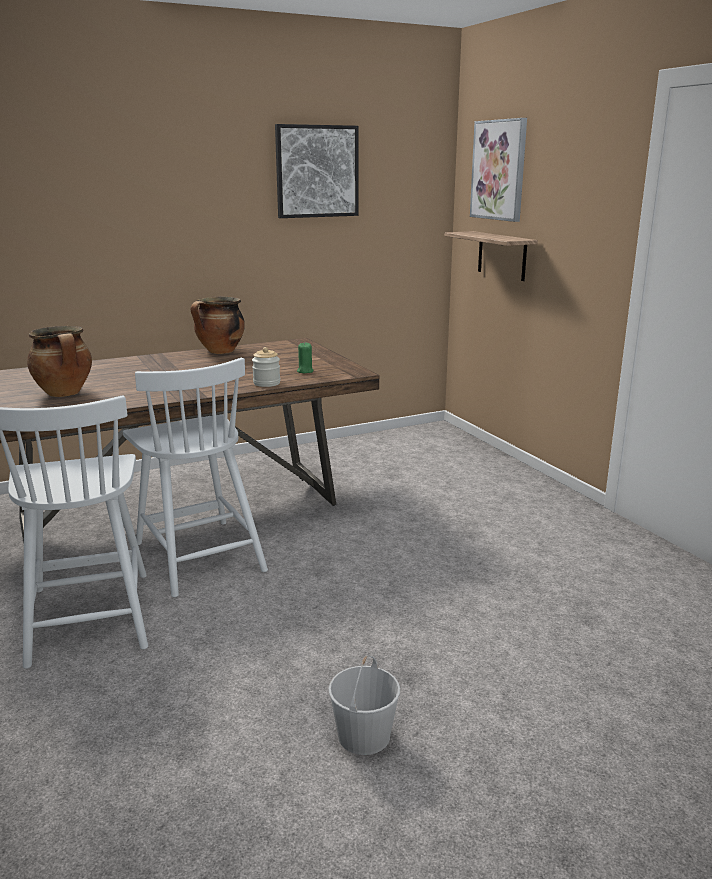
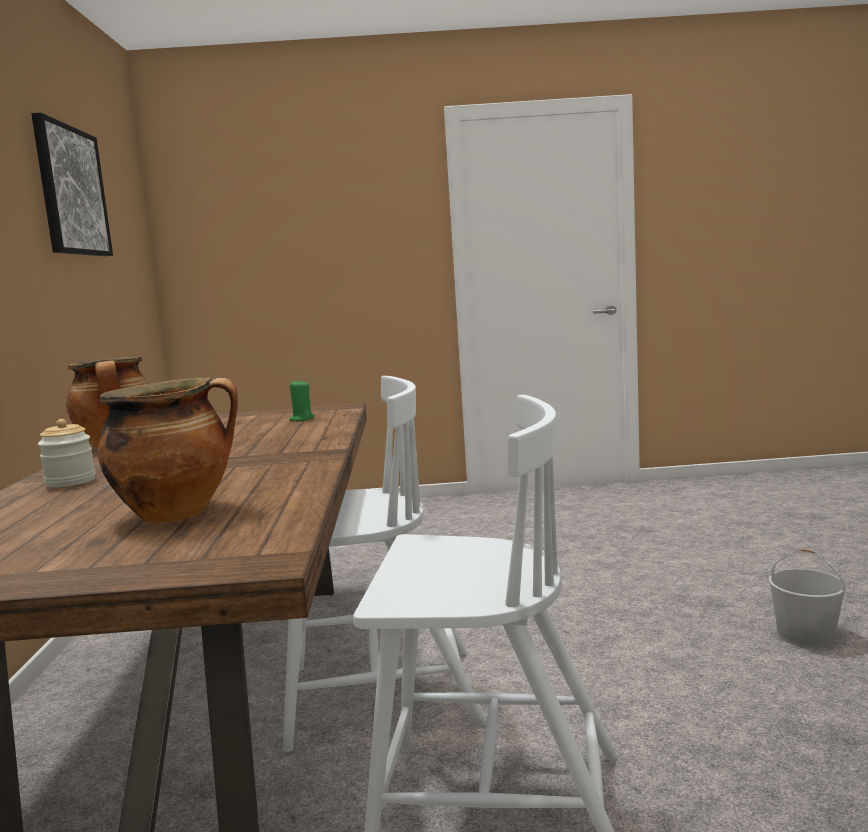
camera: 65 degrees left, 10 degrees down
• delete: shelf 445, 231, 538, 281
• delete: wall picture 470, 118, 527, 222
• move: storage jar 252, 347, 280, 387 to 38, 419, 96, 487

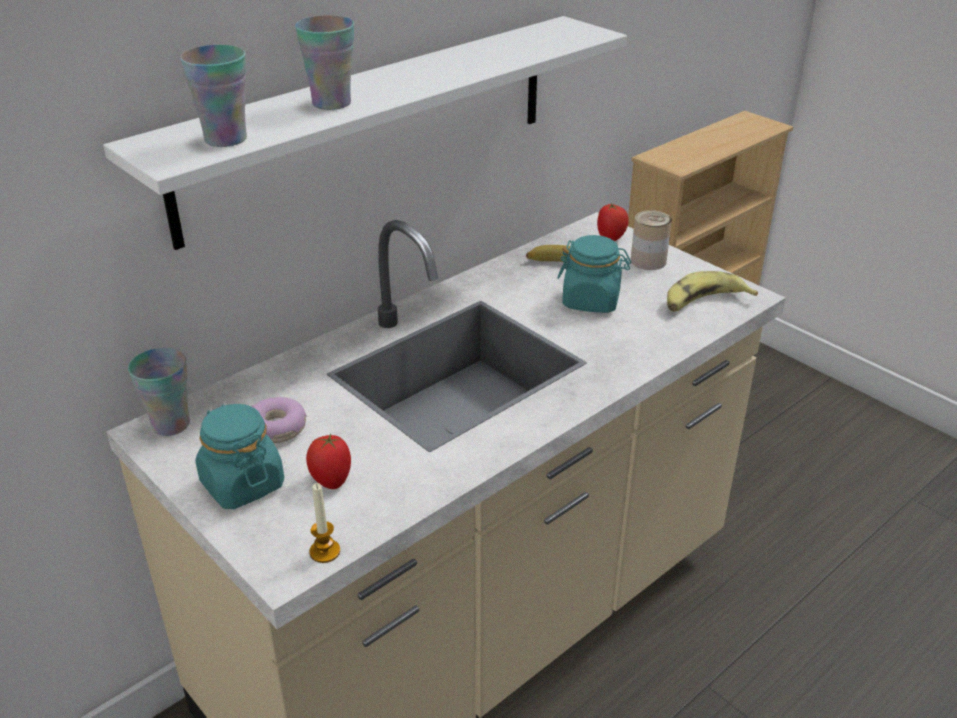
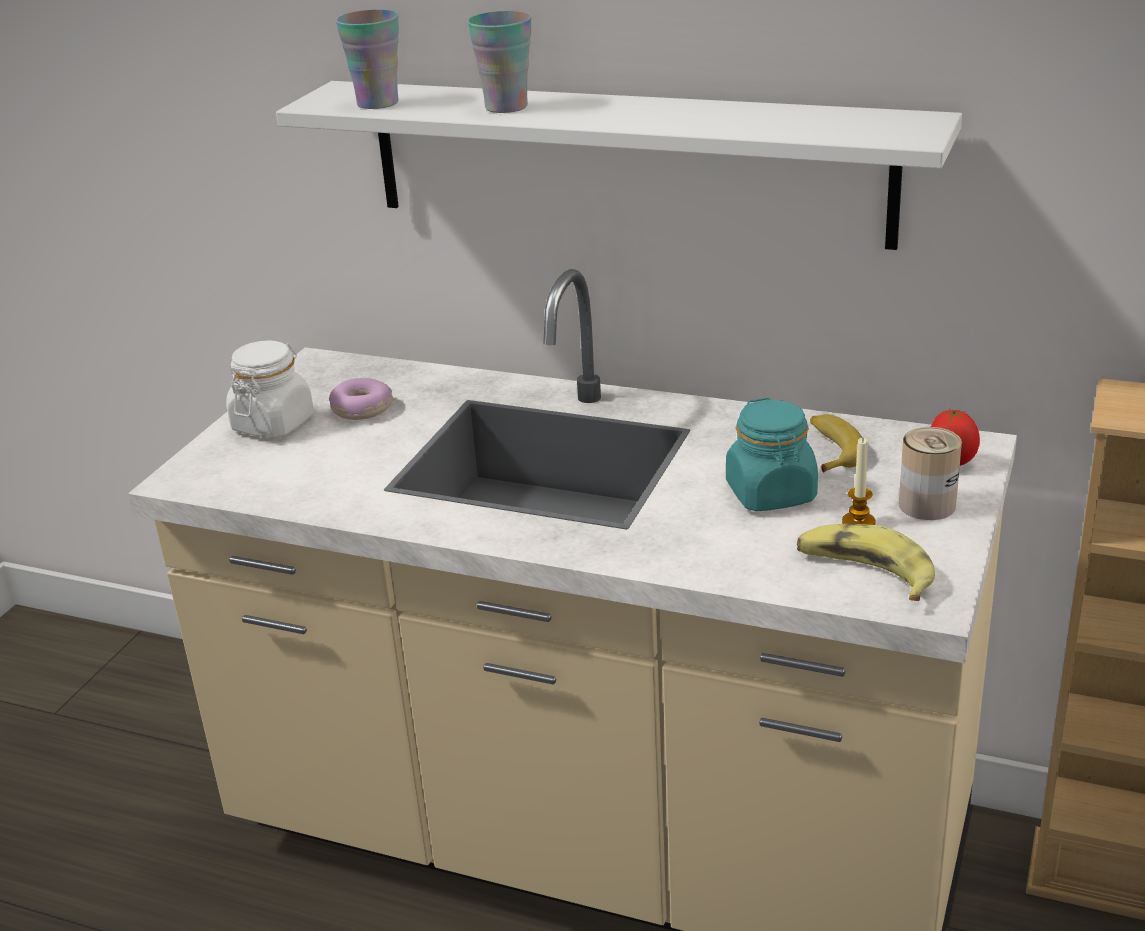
camera: 65 degrees right, 5 degrees down
• delete: cup 128, 348, 190, 436
• delete: whole tomato 306, 433, 351, 489
• move: wax light 309, 483, 340, 563 to 842, 438, 875, 525
• recolor: turquoise-coloured storage jar 196, 404, 284, 509 to white storage jar 226, 340, 314, 438

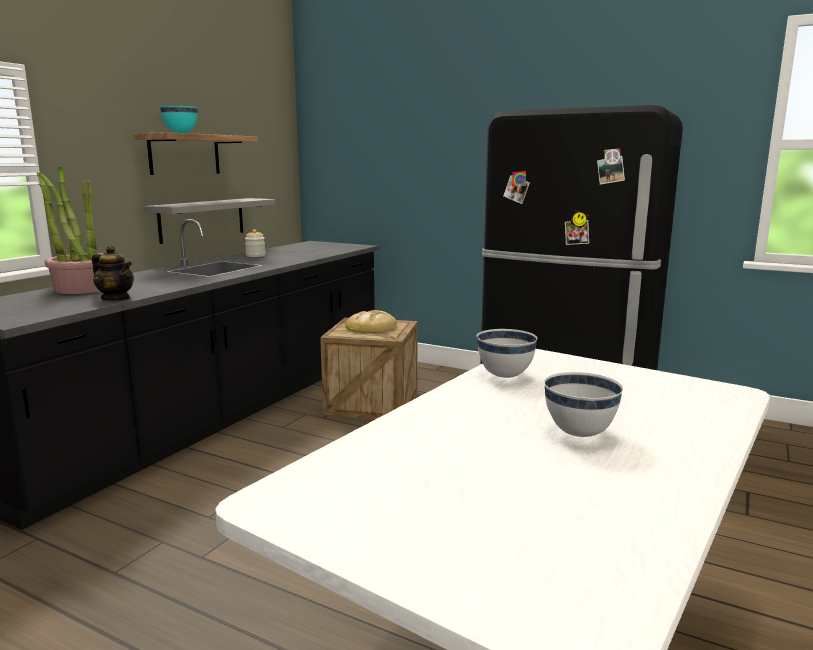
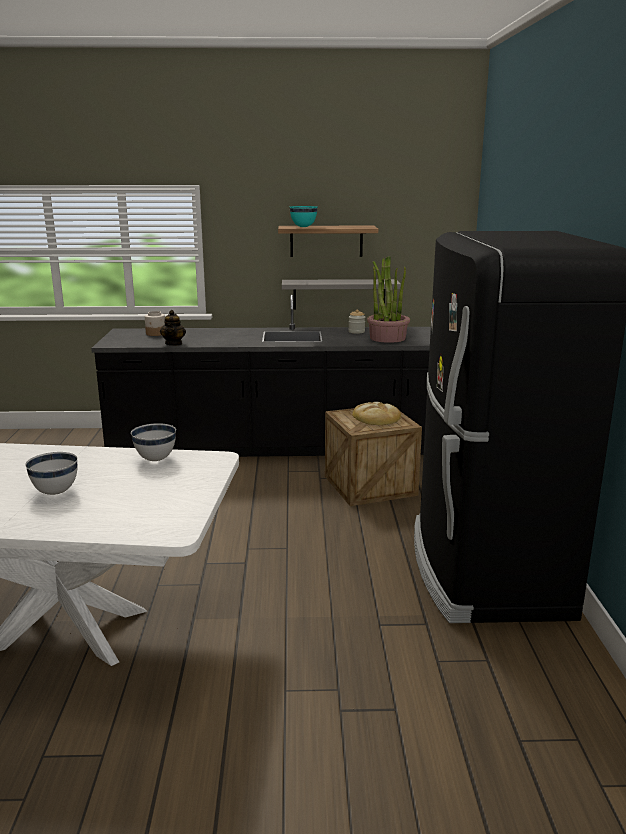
camera: 60 degrees right, 5 degrees up
• insert: storage jar 145, 311, 165, 336
• move: plant in a pot 37, 165, 104, 294 to 367, 256, 410, 343

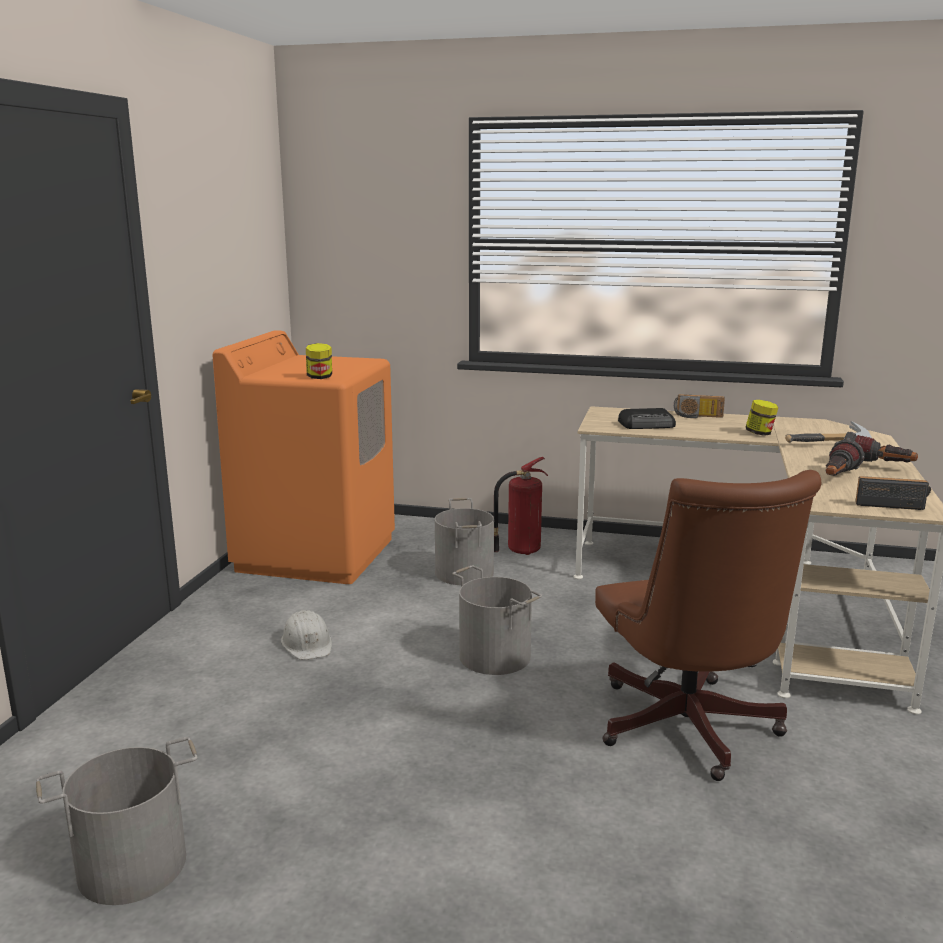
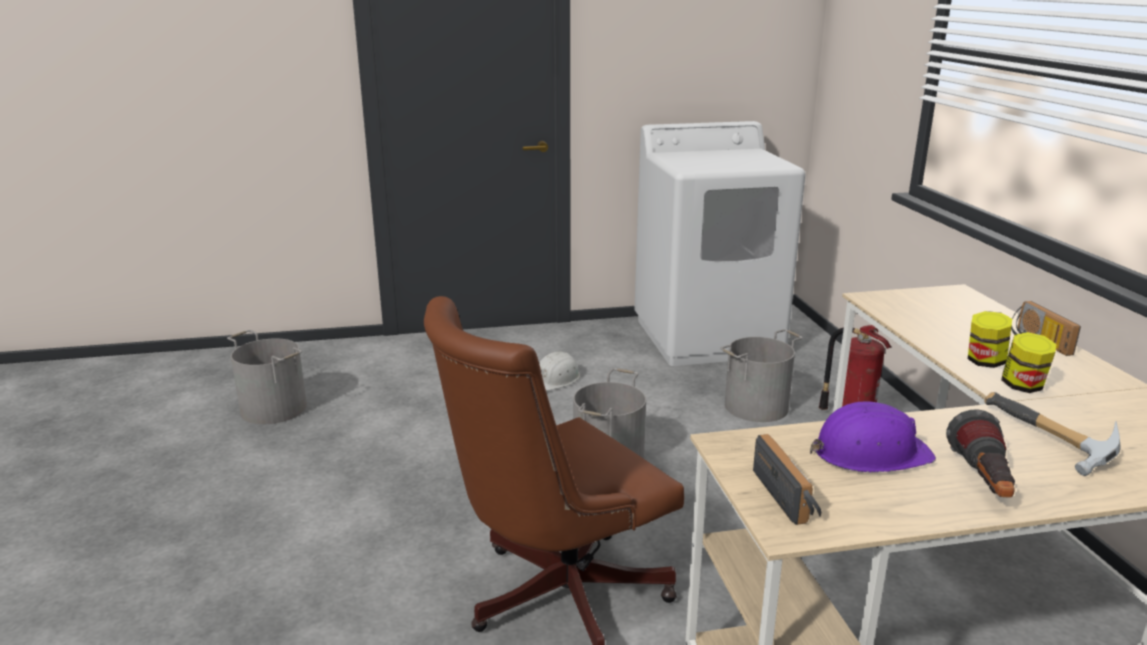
camera: 65 degrees right, 5 degrees up
• delete: radio receiver 618, 408, 676, 429
• move: storage jar 306, 343, 332, 379 to 968, 311, 1012, 368
• replace: torch 825, 439, 864, 476 to purplish hard hat 810, 401, 936, 473
• recolor: orange laundry machine 212, 330, 395, 584 to white laundry machine 634, 121, 806, 366

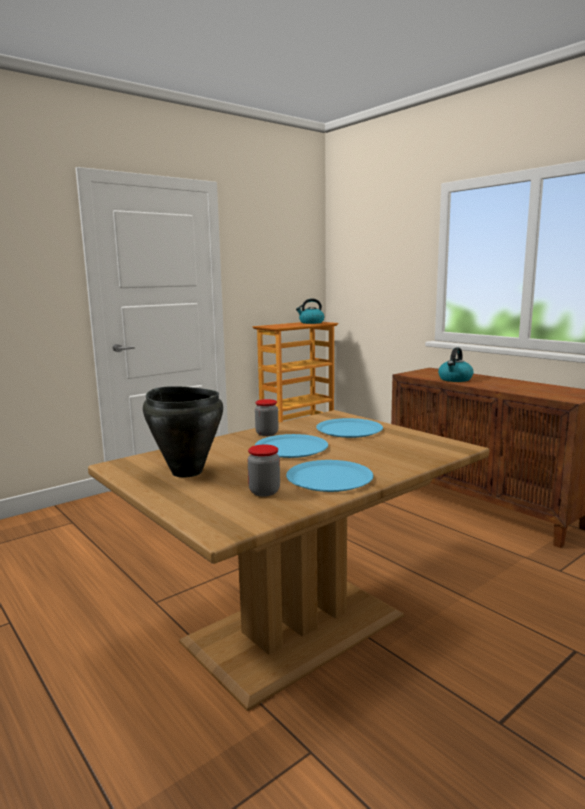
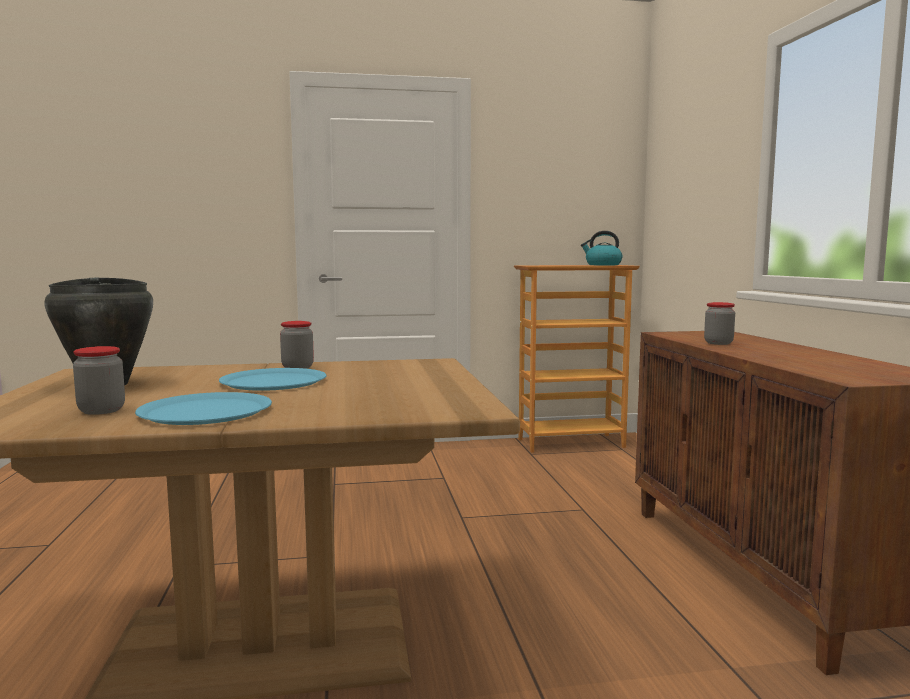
camera: 30 degrees right, 5 degrees down
• delete: blue flat dish 316, 418, 383, 438
• replace: kettle 438, 348, 473, 382 to storage jar 704, 302, 735, 345

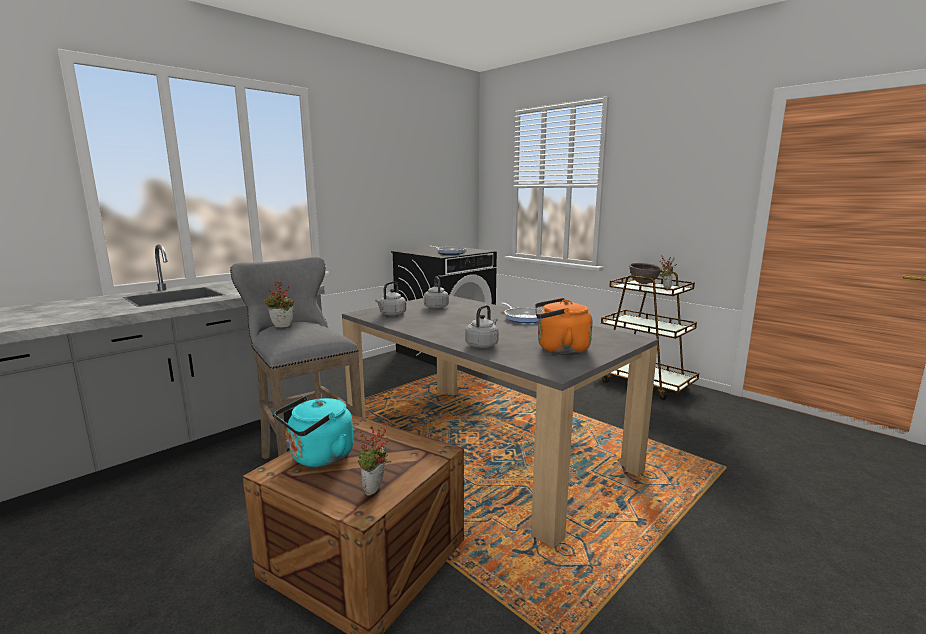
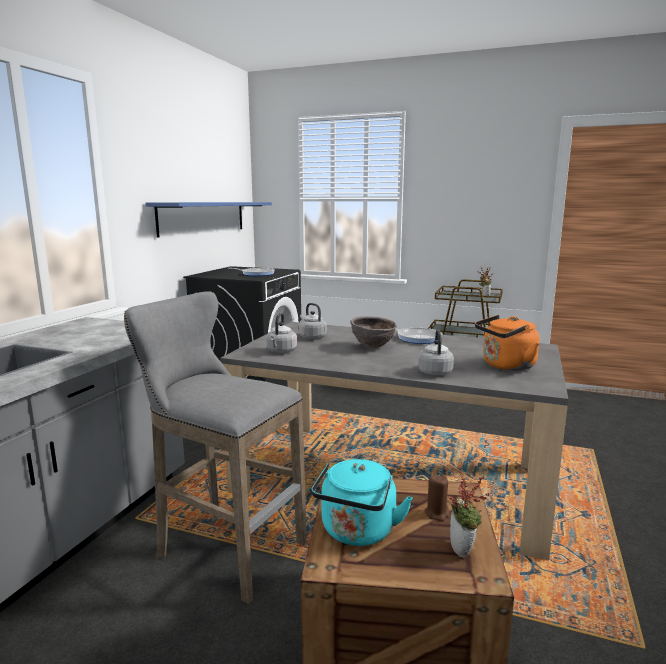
camera: 25 degrees left, 0 degrees up
• delete: plant in a pot 264, 281, 294, 327
• insert: blue shelf 145, 202, 272, 237
• insert: brown-coloured wax light 425, 475, 450, 521
• move: brown-coloured deep dish 629, 263, 662, 284 to 350, 316, 397, 349

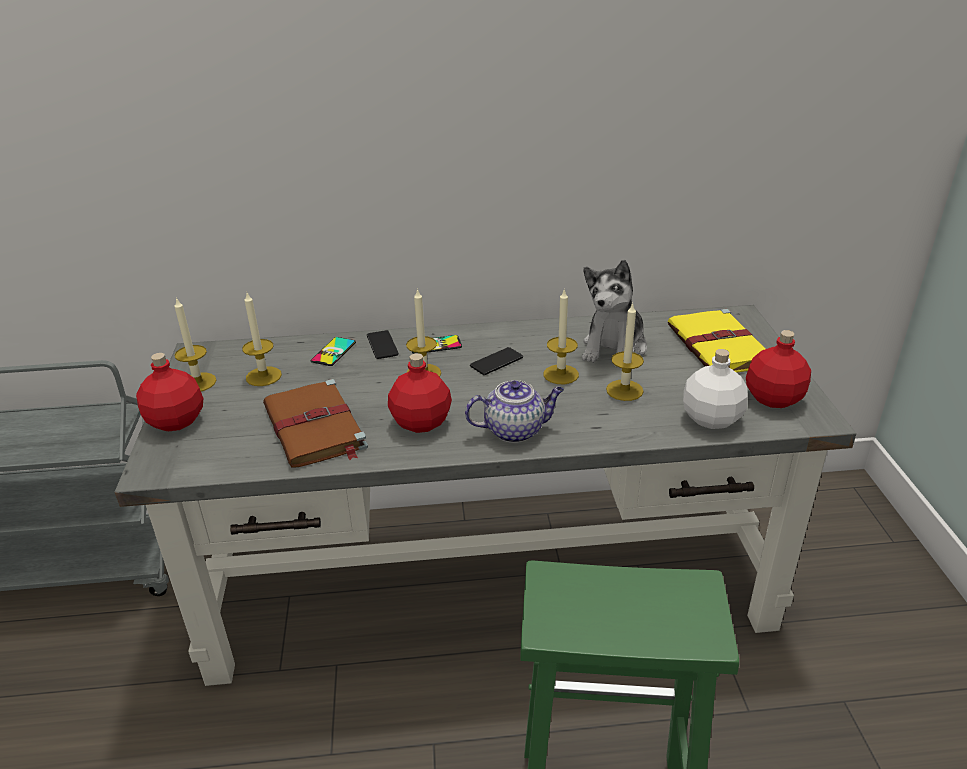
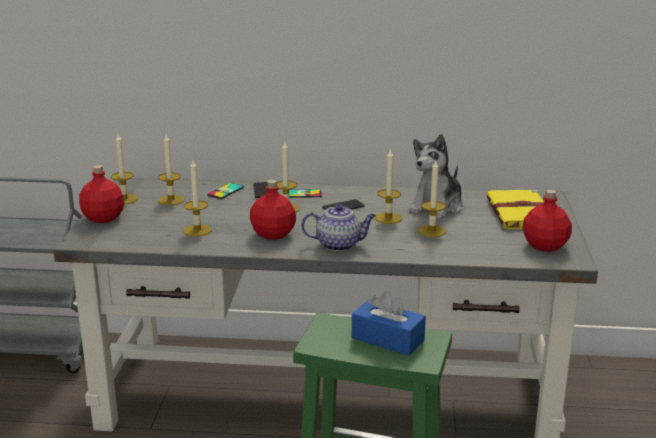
camera: 10 degrees right, 10 degrees down
• delete: white beverage bottle 683, 349, 748, 429
• insert: blue tissue holder 352, 291, 426, 356
• replace: brown-coloured book 263, 379, 368, 468 to wax light 183, 160, 212, 237

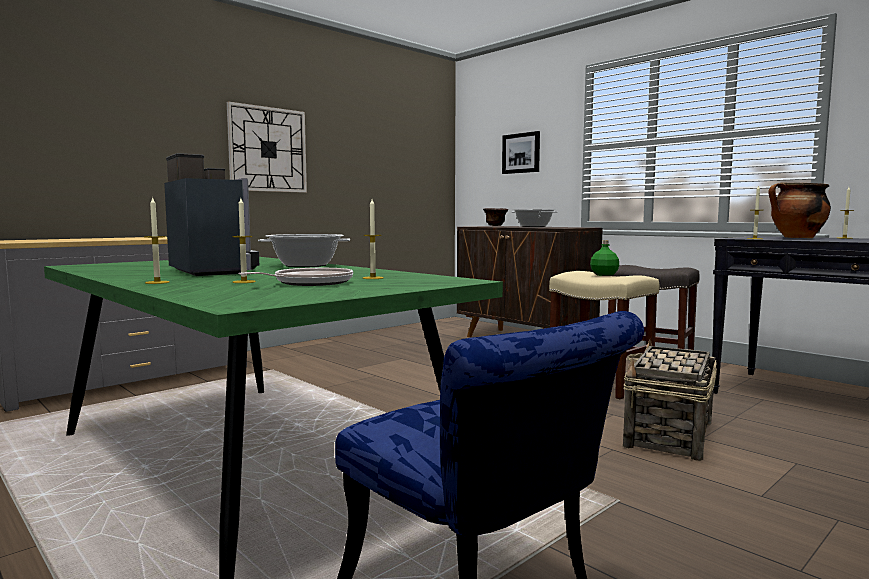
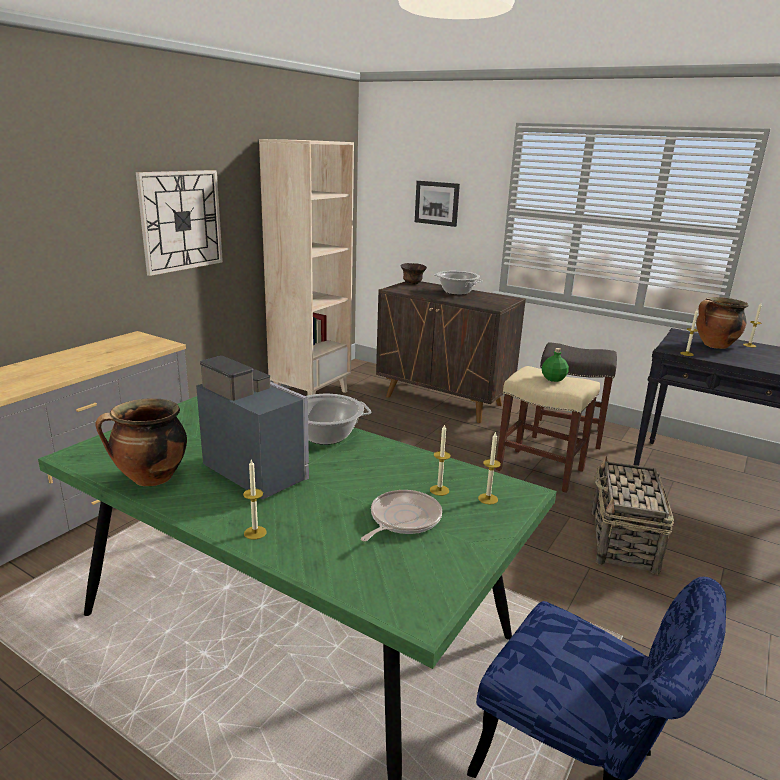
camera: 15 degrees left, 15 degrees up
• insert: stockpot 96, 399, 187, 486
• insert: beige-coloured shelving unit 259, 139, 354, 395
• move: wax light 232, 198, 256, 283 to 478, 432, 501, 505

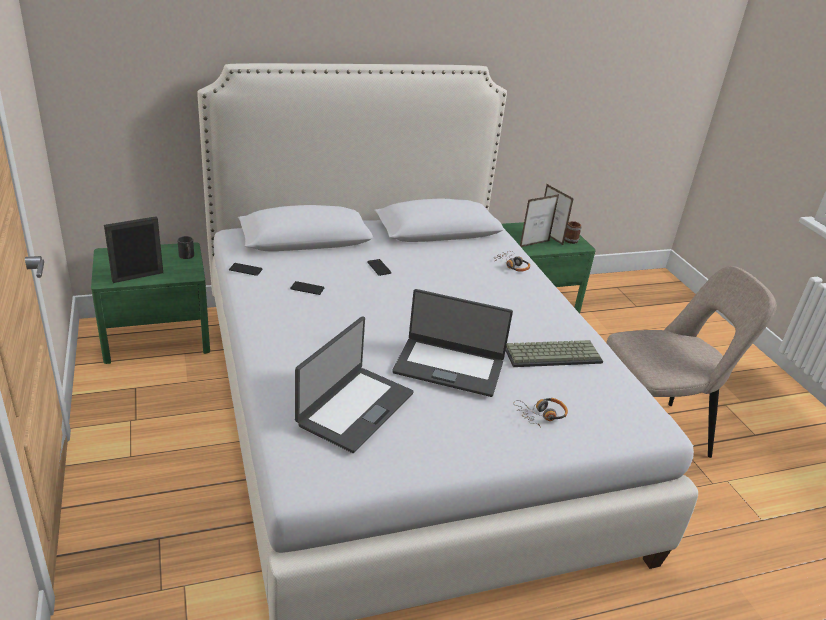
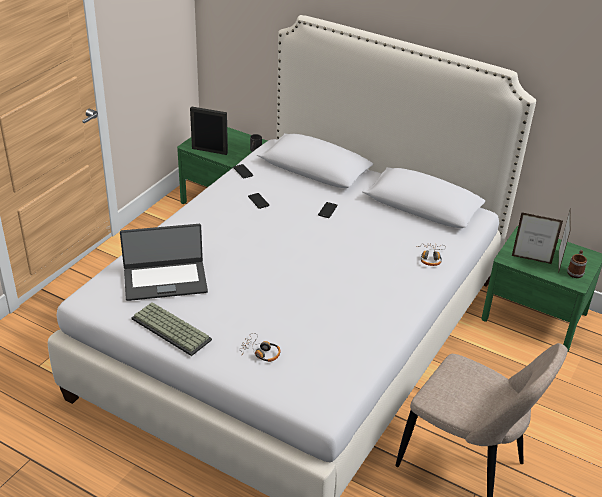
camera: 50 degrees right, 5 degrees up
• delete: portable computer 392, 289, 513, 397
• move: keyboard 506, 340, 603, 367 to 131, 302, 212, 356

